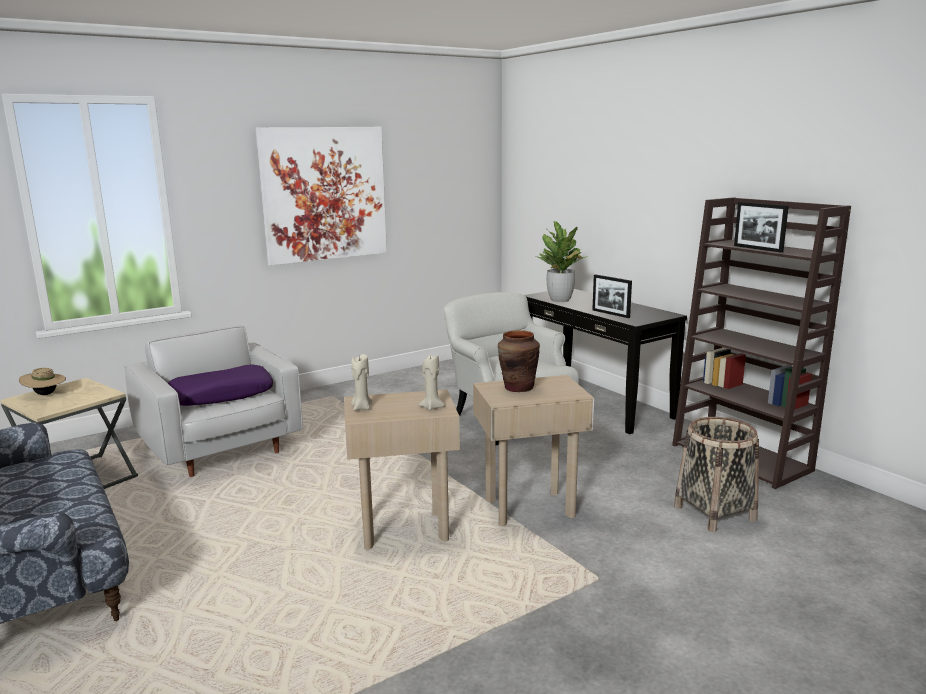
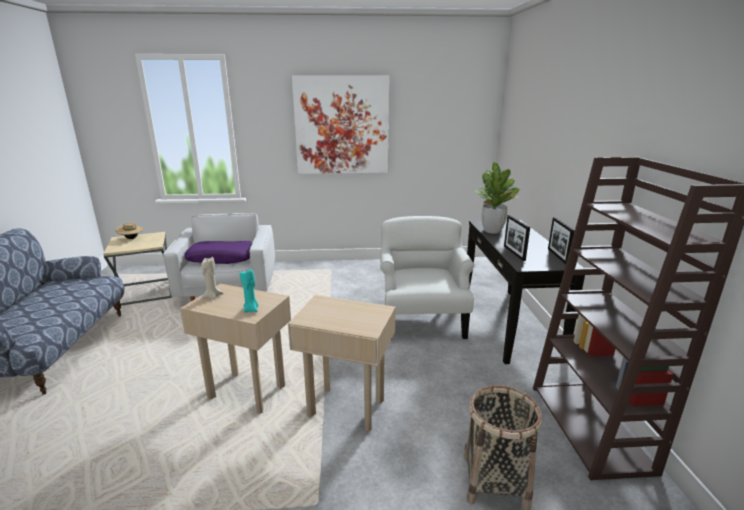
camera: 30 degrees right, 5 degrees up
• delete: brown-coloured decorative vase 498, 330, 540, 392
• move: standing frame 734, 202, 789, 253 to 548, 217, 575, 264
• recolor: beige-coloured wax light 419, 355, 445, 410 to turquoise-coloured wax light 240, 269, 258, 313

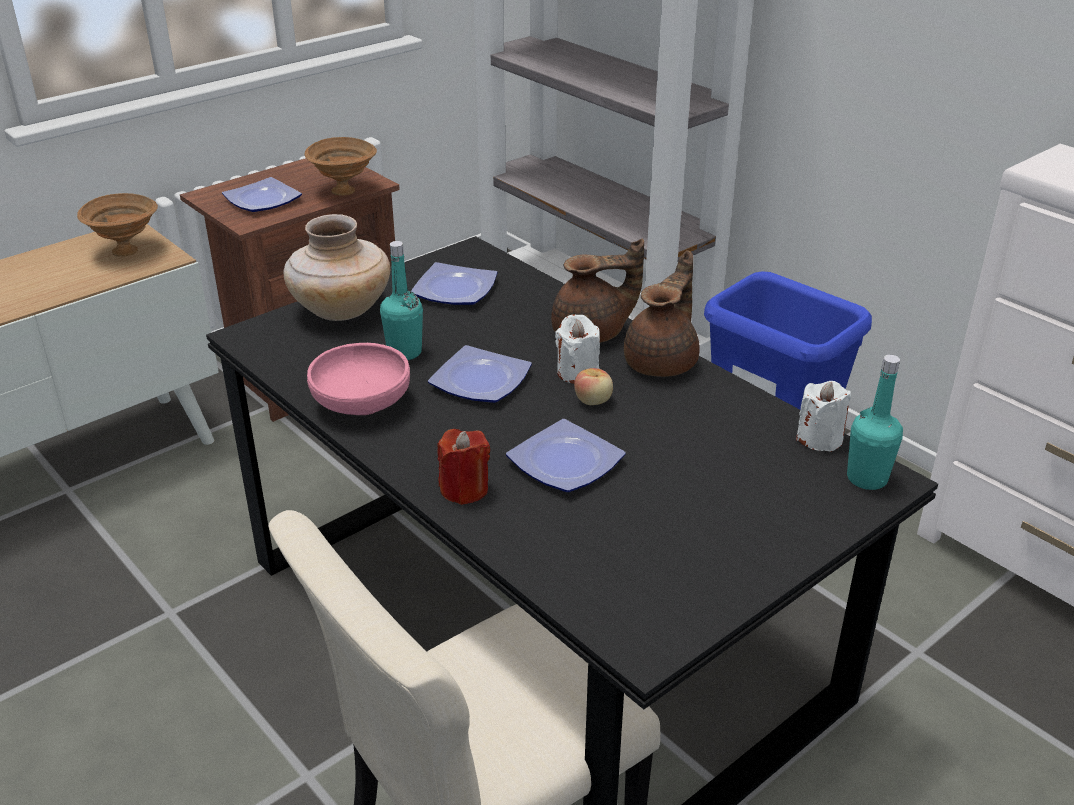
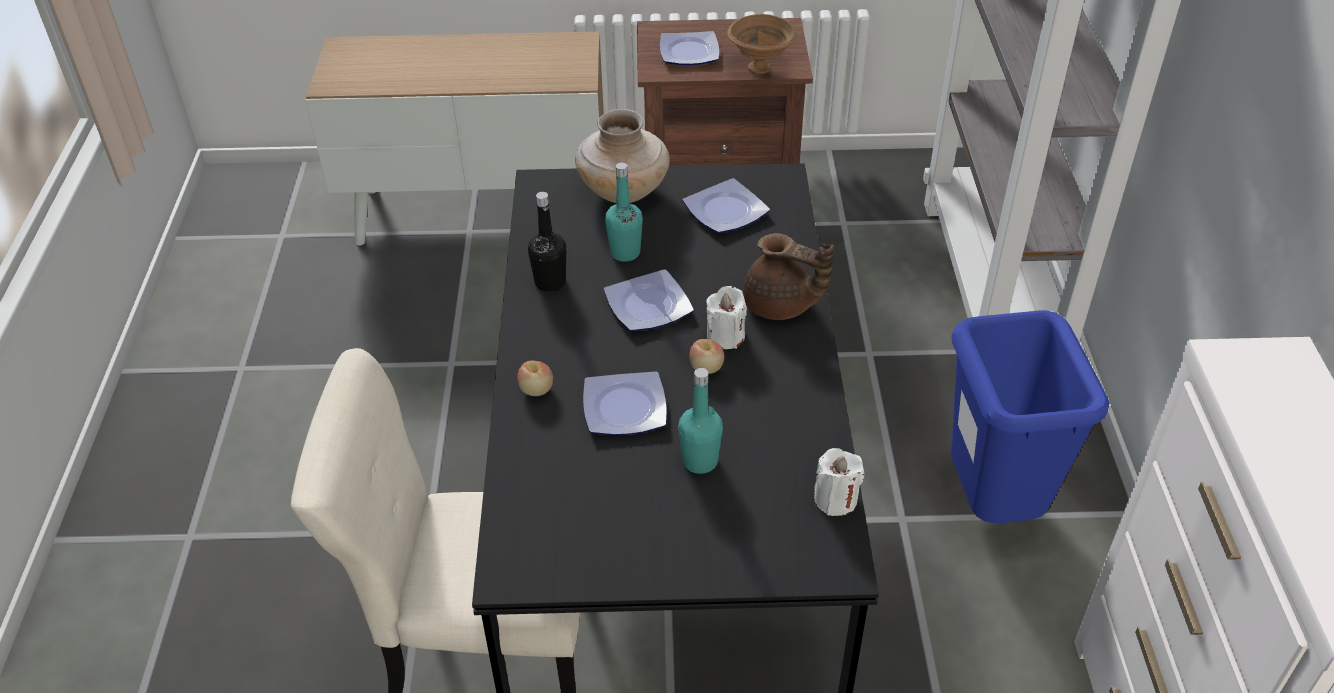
camera: 40 degrees right, 10 degrees up
• delete: brown-coloured deep dish 77, 193, 158, 257
• delete: brown-coloured pot for tea 624, 250, 700, 377
• move: turquoise-coloured beverage bottle 847, 355, 903, 490 to 678, 368, 723, 474
• replace: pinkish deep dish 307, 343, 410, 415 to black beverage bottle 528, 192, 566, 292
• replace: red-coloured wax light 437, 429, 490, 505 to whole apple 517, 361, 553, 396

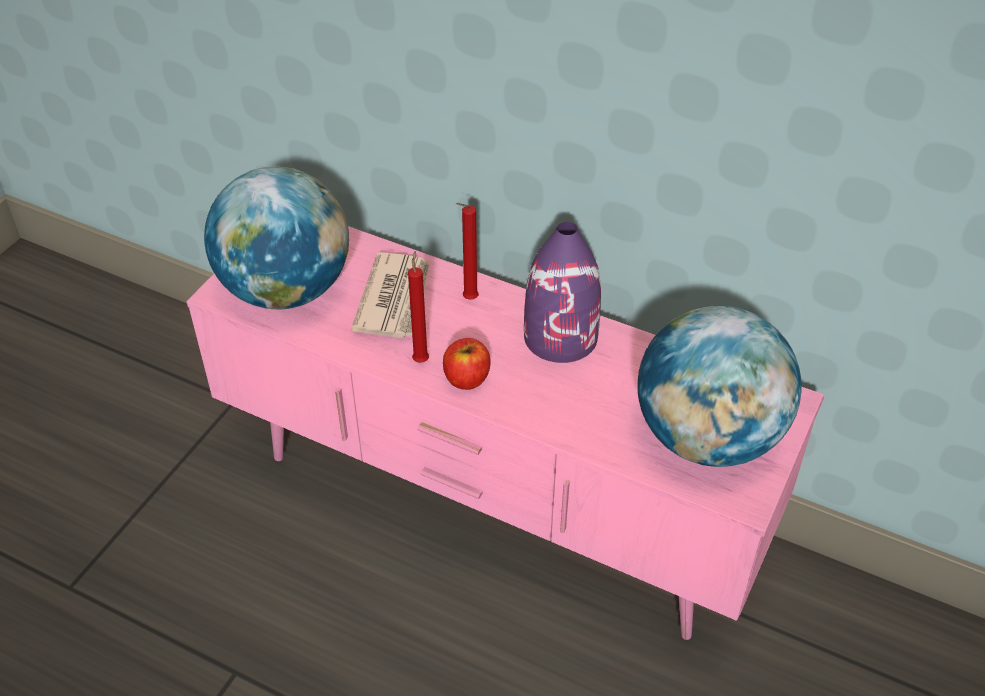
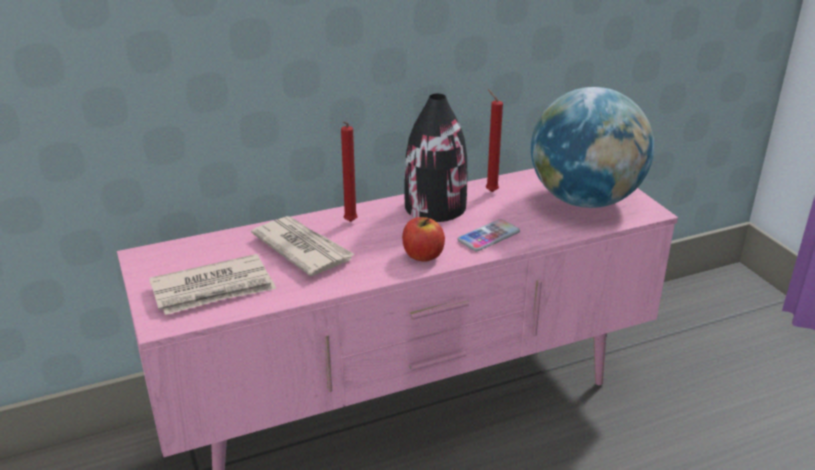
camera: 50 degrees left, 15 degrees down
• insert: phone 457, 219, 520, 251
• move: red-coloured wax light 408, 251, 429, 363 to 486, 89, 503, 192
• replace: globe 204, 167, 349, 310 to daily paper 149, 254, 276, 315
• recolor: purplish decorative vase 524, 222, 601, 363 to black decorative vase 405, 94, 467, 222

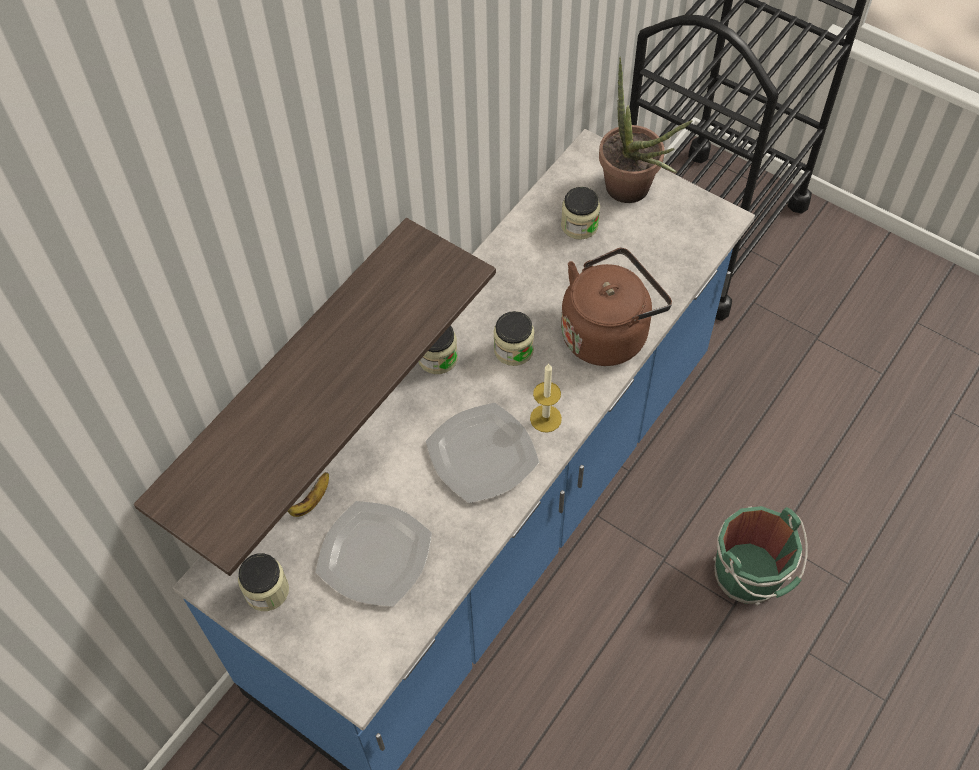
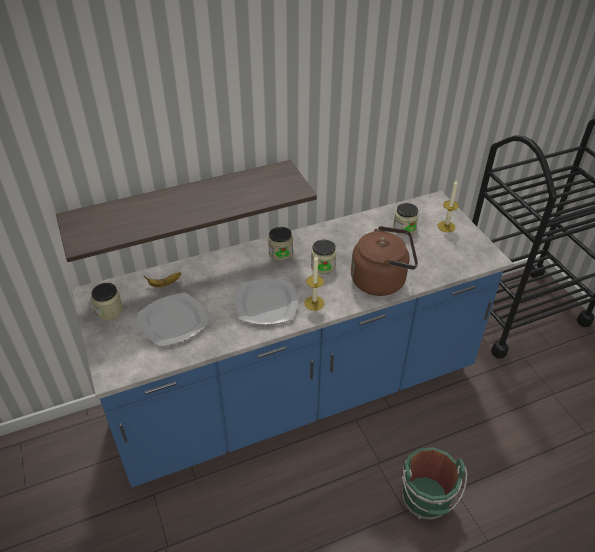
camera: 30 degrees right, 15 degrees down
• replace: plant in a pot 599, 57, 693, 203 to wax light 438, 179, 459, 232

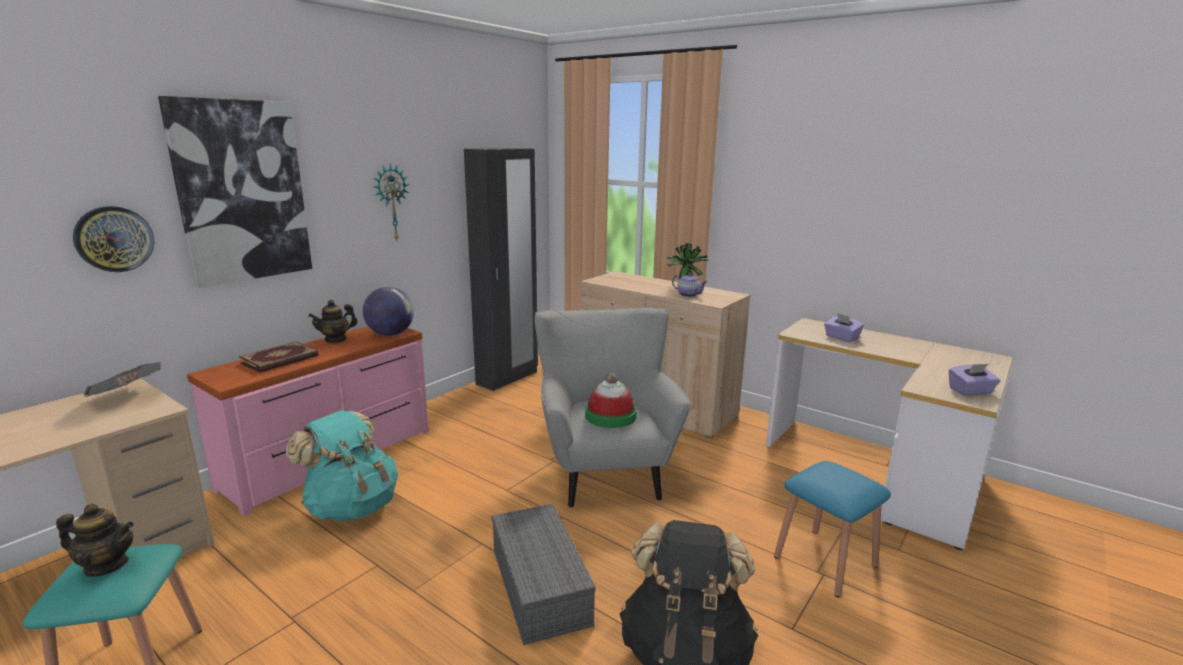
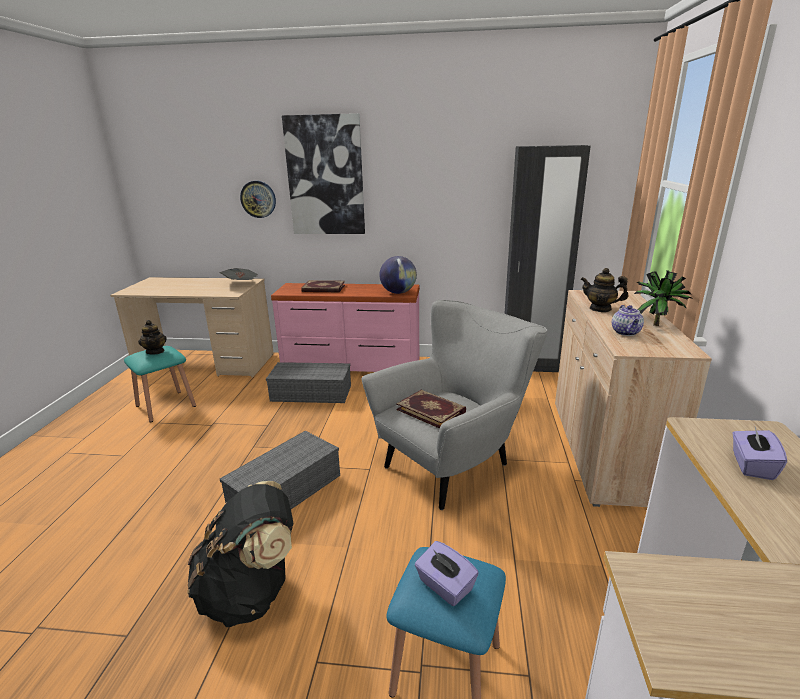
camera: 60 degrees right, 5 degrees up
• delete: clock on the wall 374, 164, 410, 241
• move: pot for tea 308, 300, 358, 343 to 580, 268, 628, 312
• move: purplish tissue holder 949, 364, 1000, 396 to 415, 541, 479, 606
• replace: turquoise-coloured knapsack 285, 410, 398, 521 to gray storage box 266, 362, 351, 403
• replace: hat 585, 373, 637, 428 to book 396, 390, 466, 429

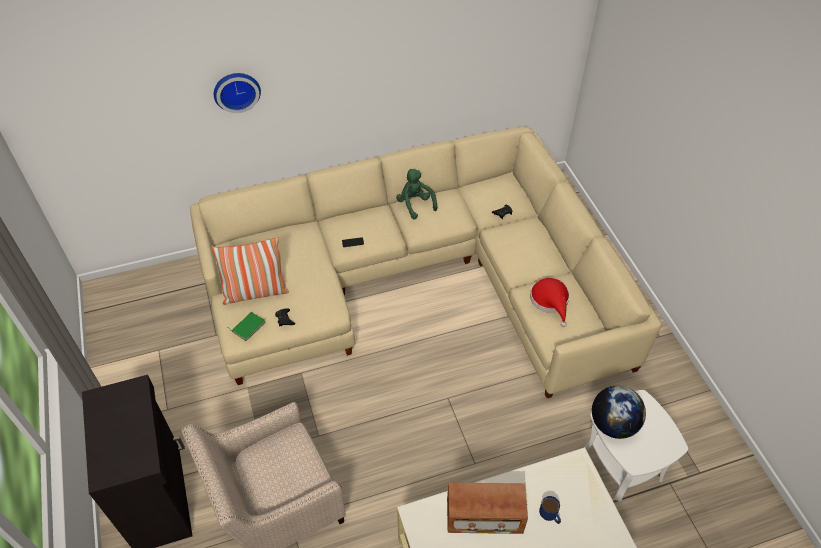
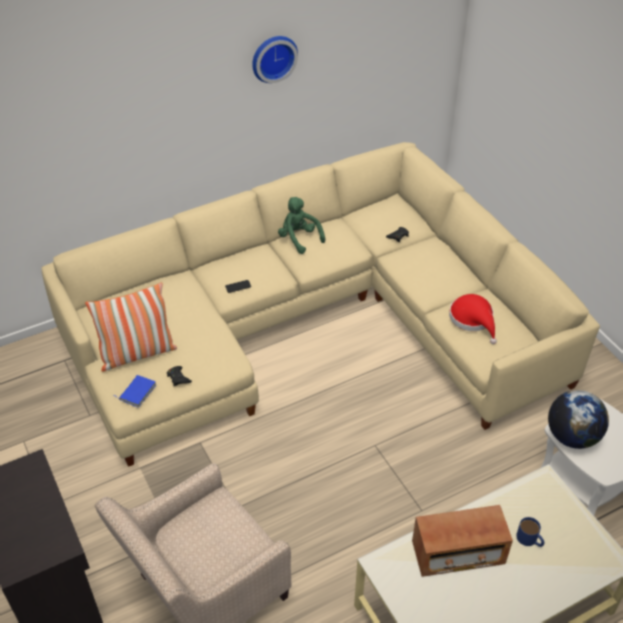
camera: 10 degrees left, 5 degrees down
• move: clock on the wall 214, 73, 261, 113 to 252, 36, 298, 83
• recolor: green book 228, 312, 265, 341 to blue book 114, 375, 156, 407

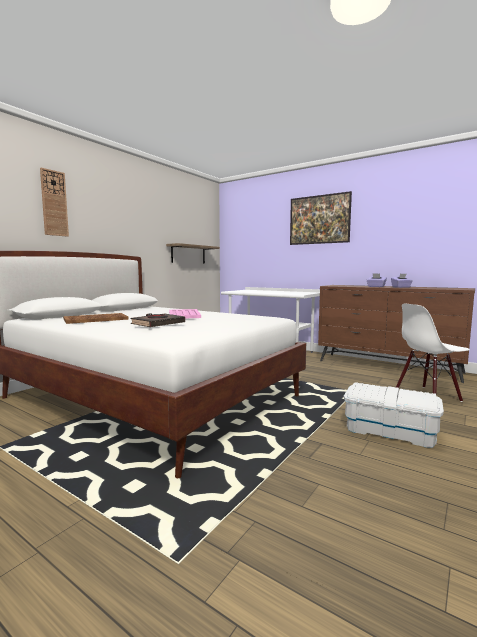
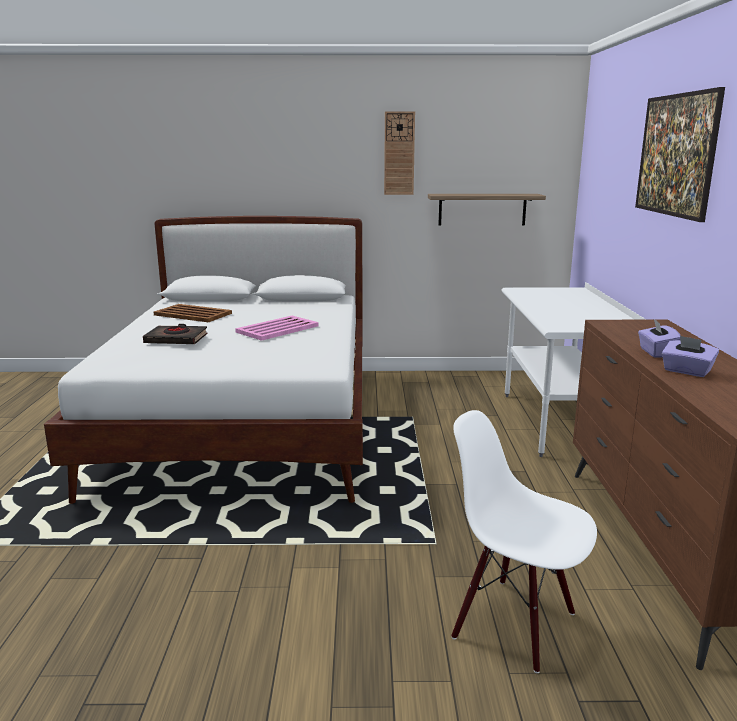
camera: 55 degrees right, 10 degrees up
• delete: white storage box 344, 382, 444, 448
• move: clock on the wall 40, 168, 69, 237 to 384, 111, 415, 195

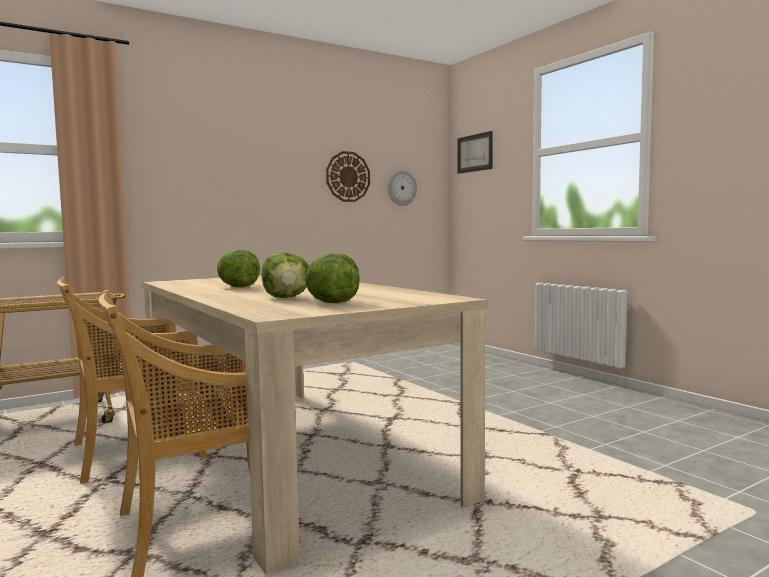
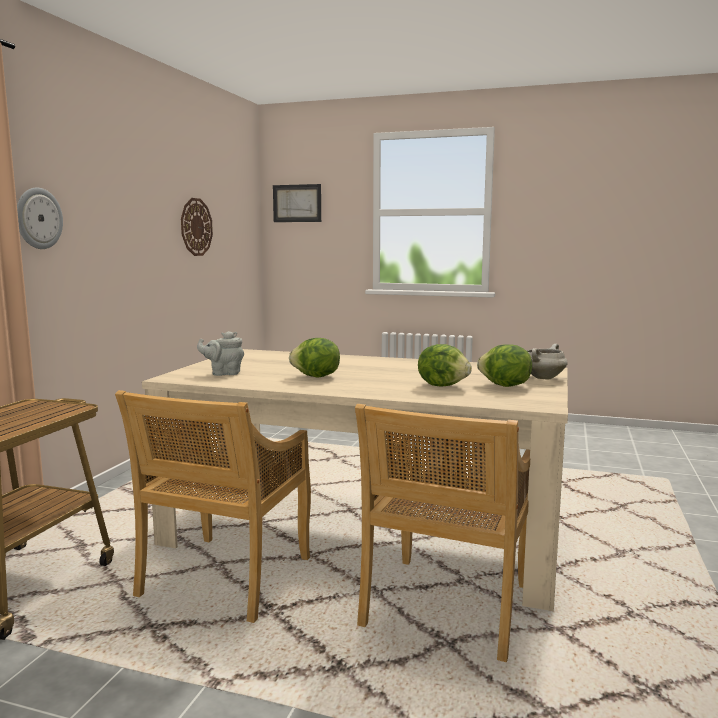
camera: 40 degrees left, 5 degrees up
• insert: gray pot for tea 197, 331, 244, 376
• insert: white stockpot 527, 344, 568, 379
• move: clock on the wall 388, 170, 417, 206 to 17, 187, 63, 249

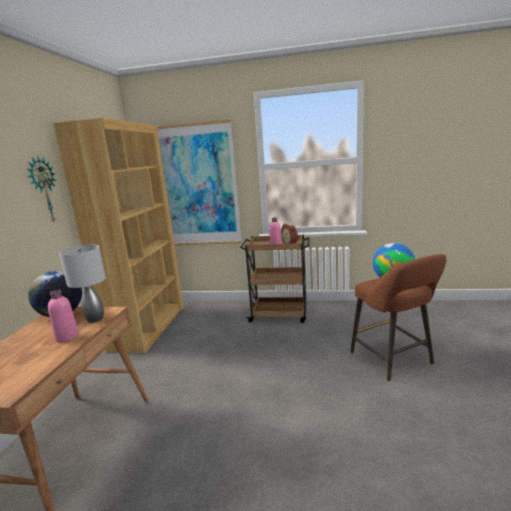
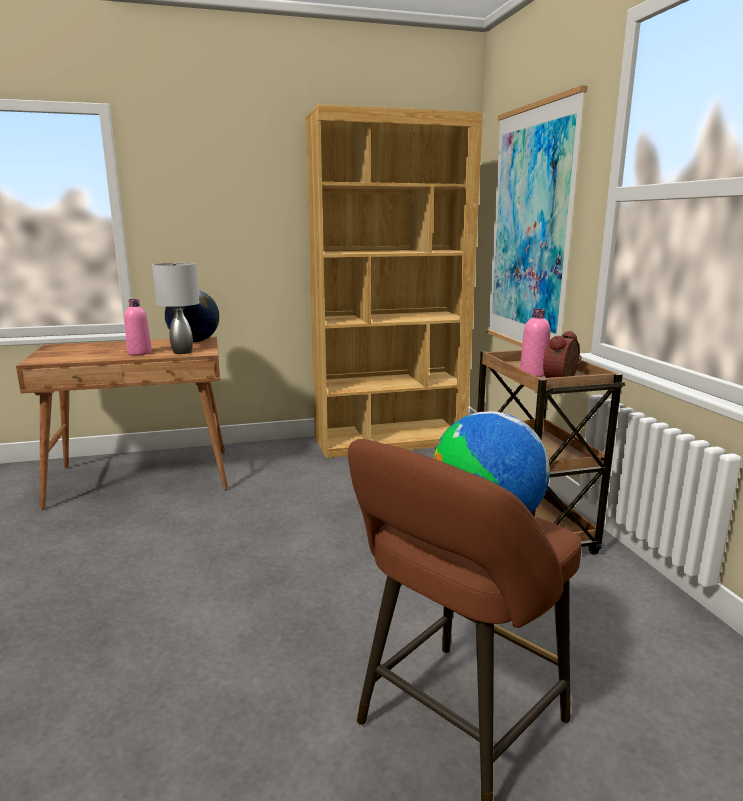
camera: 65 degrees right, 0 degrees up
• delete: clock on the wall 27, 155, 56, 222

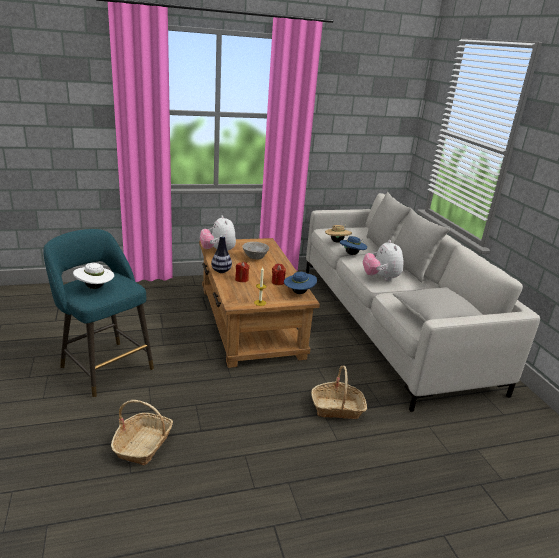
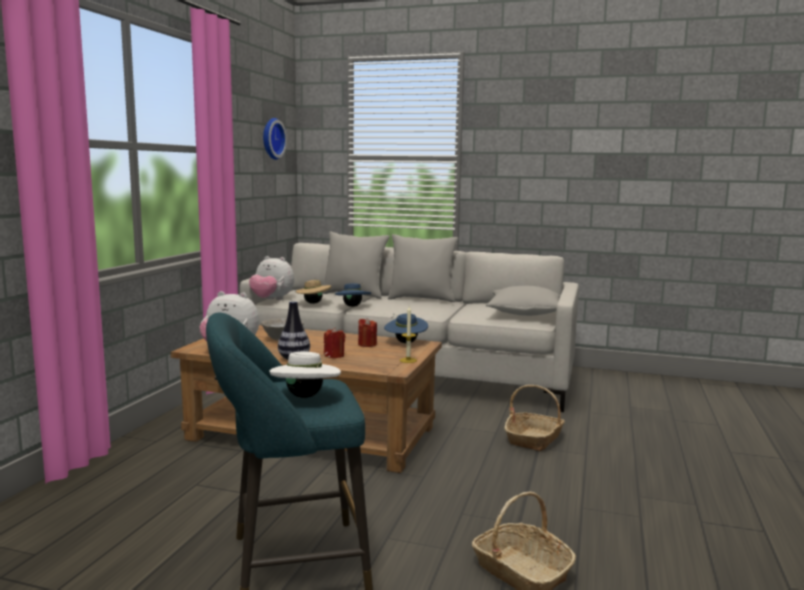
camera: 55 degrees left, 15 degrees down
• insert: clock on the wall 263, 118, 287, 160
• move: cuddly toy 363, 240, 403, 281 to 249, 256, 294, 300

